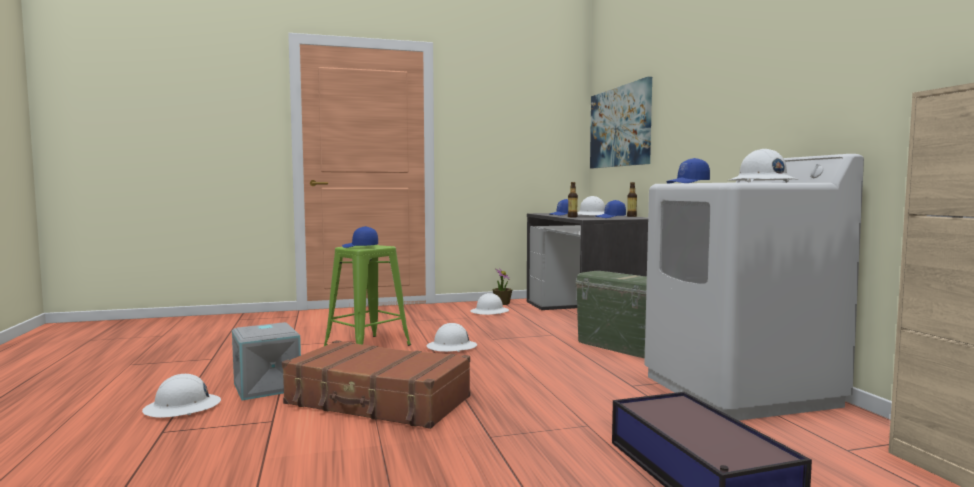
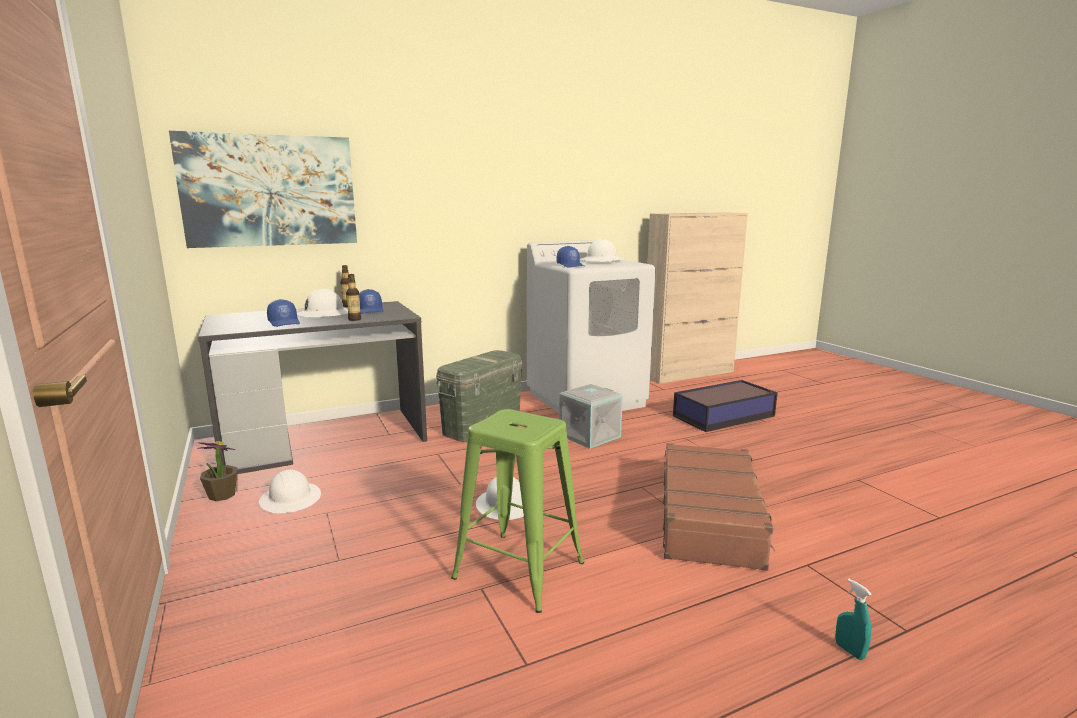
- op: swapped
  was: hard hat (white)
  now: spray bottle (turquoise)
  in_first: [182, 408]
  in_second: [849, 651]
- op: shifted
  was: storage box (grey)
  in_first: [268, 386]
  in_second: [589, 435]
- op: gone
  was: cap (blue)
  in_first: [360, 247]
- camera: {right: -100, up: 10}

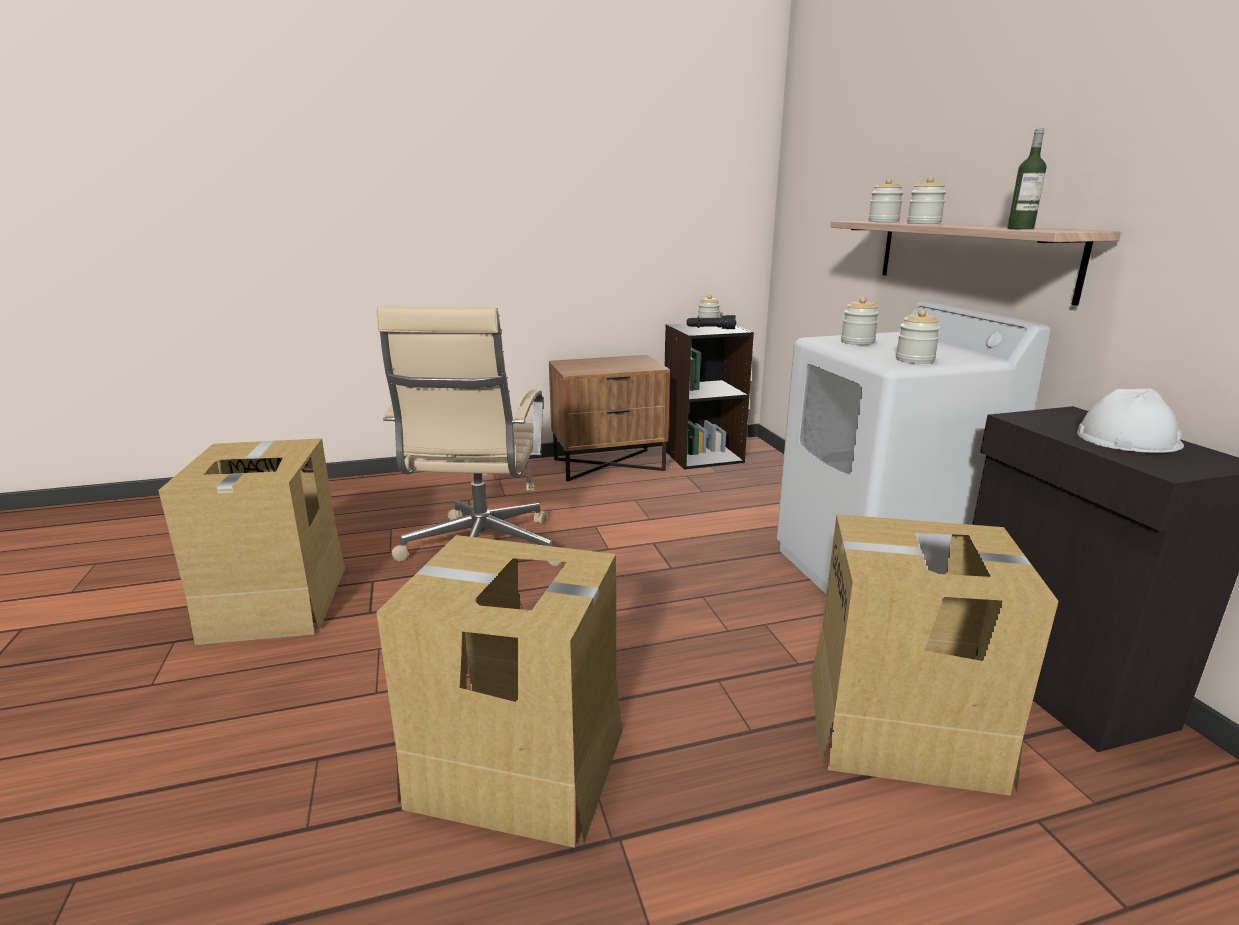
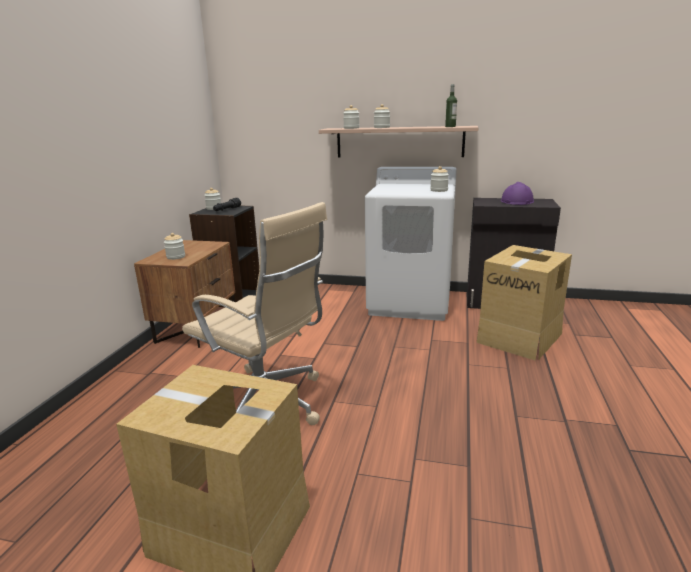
- op: gone
  was: cardboard box
  in_first: [517, 766]
- op: shifted
  was: jar
  in_first: [857, 342]
  in_second: [176, 257]
- op: repainted
  was: hard hat (white)
  now: hard hat (purple)
  in_first: [1127, 439]
  in_second: [516, 201]
- camera: {right: -60, up: 0}

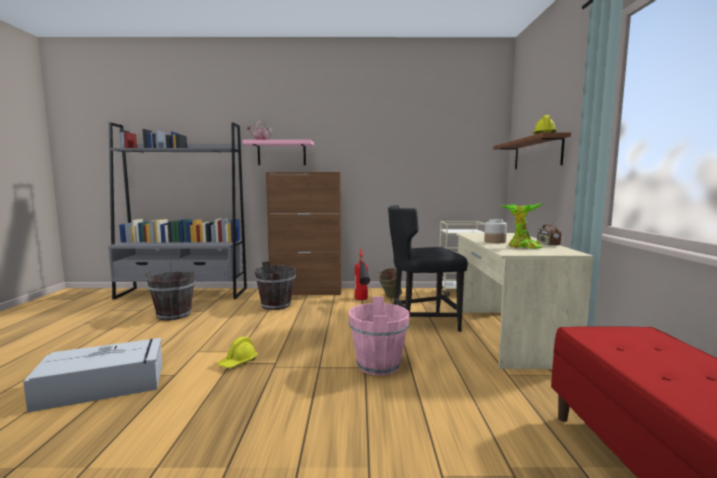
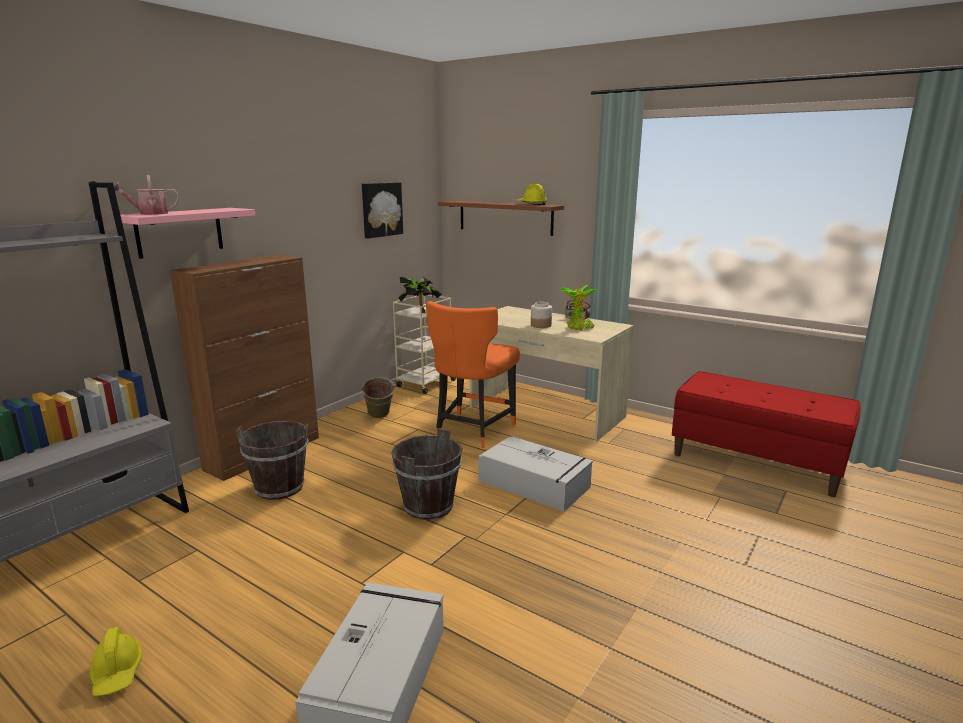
- op: shifted
  was: bucket (brown)
  in_first: [173, 315]
  in_second: [429, 507]
- op: shifted
  was: hard hat (yellow)
  in_first: [238, 362]
  in_second: [117, 672]
- op: swapped
  was: bucket (pink)
  now: storage box (grey)
  in_first: [378, 365]
  in_second: [535, 484]
- op: gone
  was: fire extinguisher
  in_first: [362, 302]
- op: repainted
  was: chair (black)
  now: chair (orange)
  in_first: [422, 322]
  in_second: [472, 431]
- op: new
  now: picture
  in_second: [381, 209]
- op: new
  now: potted plant
  in_second: [419, 311]
- camera: {right: -55, up: 10}

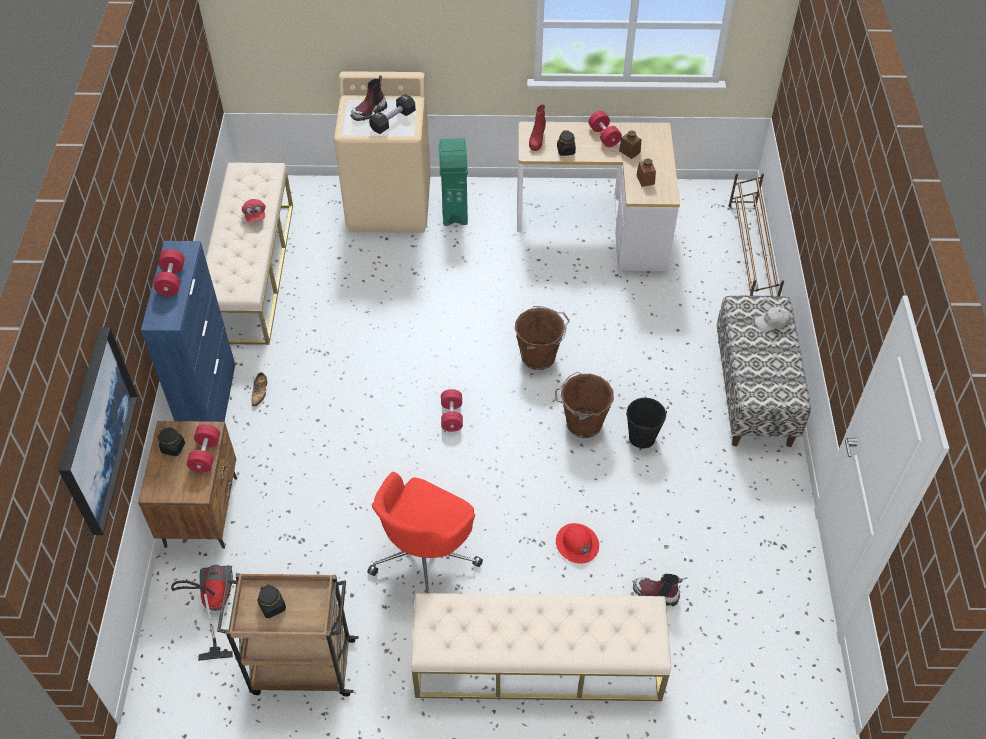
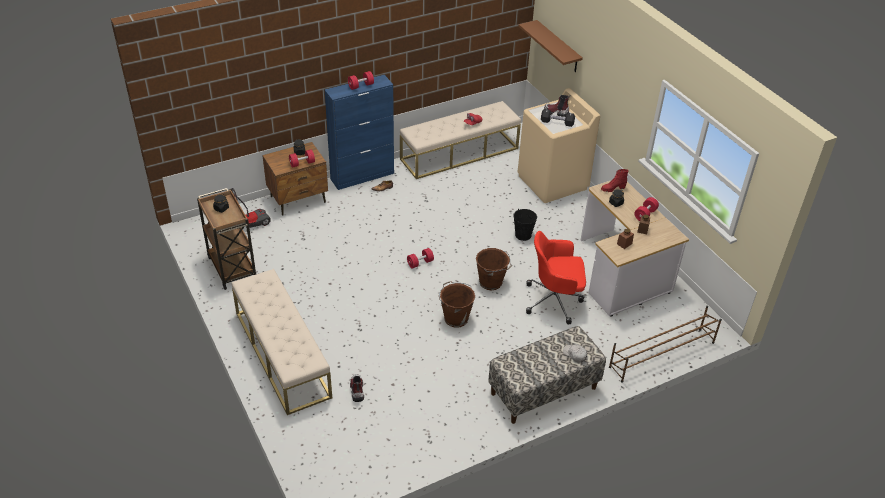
- op: gone
  was: picture
  in_first: [96, 430]
- op: shifted
  was: office chair (red)
  in_first: [425, 556]
  in_second: [554, 300]
- op: gone
  was: trash can (green)
  in_first: [455, 211]
- op: gone
  was: hard hat (red)
  in_first: [577, 544]
- op: shifted
  was: bucket (black)
  in_first: [642, 437]
  in_second: [523, 235]
- op: new
  now: shelf (brown)
  in_second: [558, 47]
- camera: {right: 60, up: -10}

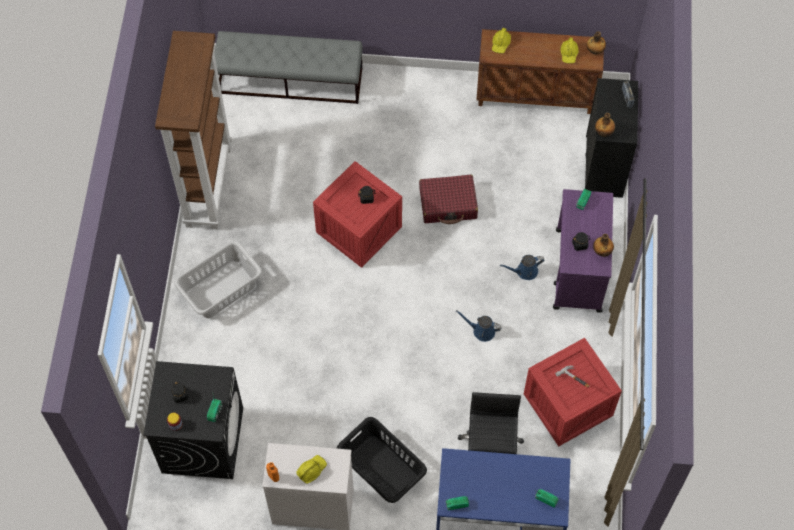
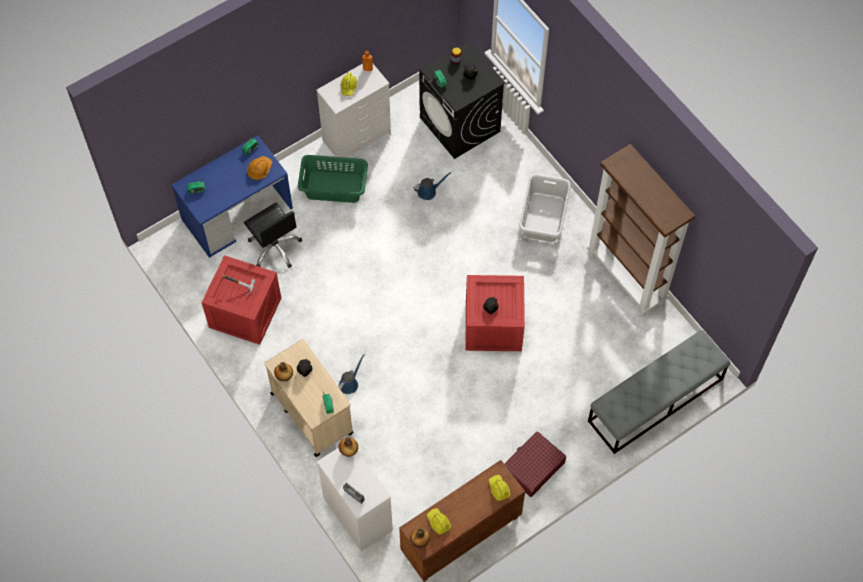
- op: repainted
  was: laundry basket (black)
  now: laundry basket (green)
  in_first: [381, 469]
  in_second: [333, 186]
- op: shifted
  was: suitcase (red)
  in_first: [448, 204]
  in_second: [533, 467]
- op: shifted
  was: watering can (blue)
  in_first: [481, 331]
  in_second: [428, 191]
- op: repainted
  was: cart (purple)
  now: cart (beige)
  in_first: [578, 271]
  in_second: [311, 412]
- op: repainted
  was: dresser (black)
  now: dresser (white)
  in_first: [604, 167]
  in_second: [357, 513]
- op: new
  now: hard hat (orange)
  in_second: [259, 168]
- camera: {right: 140, up: 0}

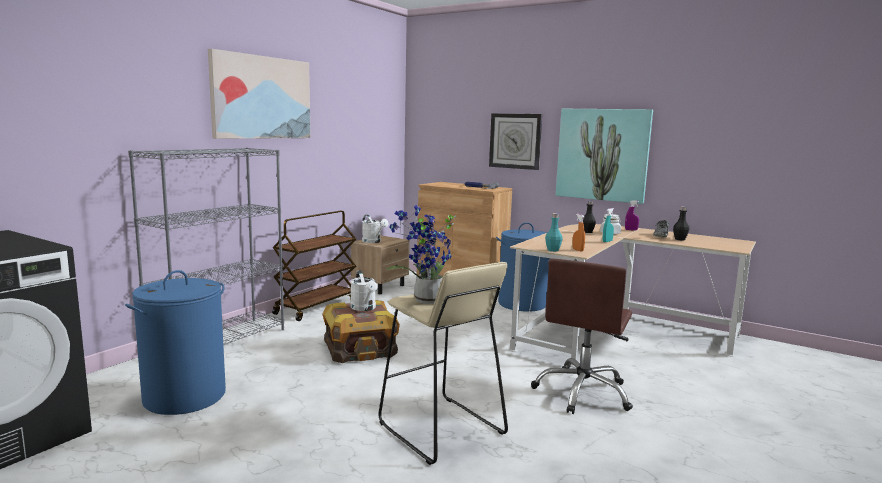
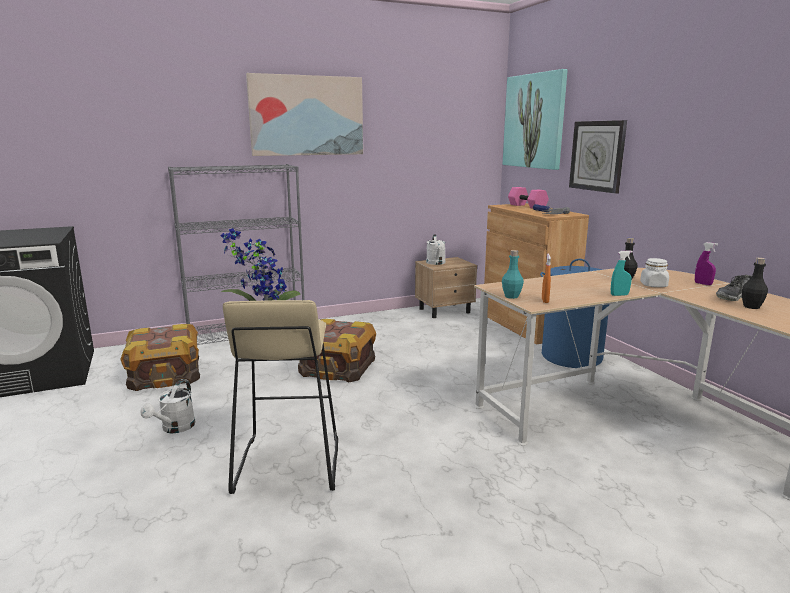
- op: swapped
  was: laundry basket (blue)
  now: crate
  in_first: [185, 396]
  in_second: [165, 374]
- op: gone
  was: cart (brown)
  in_first: [316, 306]
- op: shifted
  was: watering can (white)
  in_first: [364, 308]
  in_second: [175, 428]
- op: gone
  was: office chair (brown)
  in_first: [583, 392]
- op: shifted
  was: picture
  in_first: [602, 154]
  in_second: [534, 121]
- op: new
  now: dumbbell (pink)
  in_second: [528, 206]
- camera: {right: 35, up: 5}

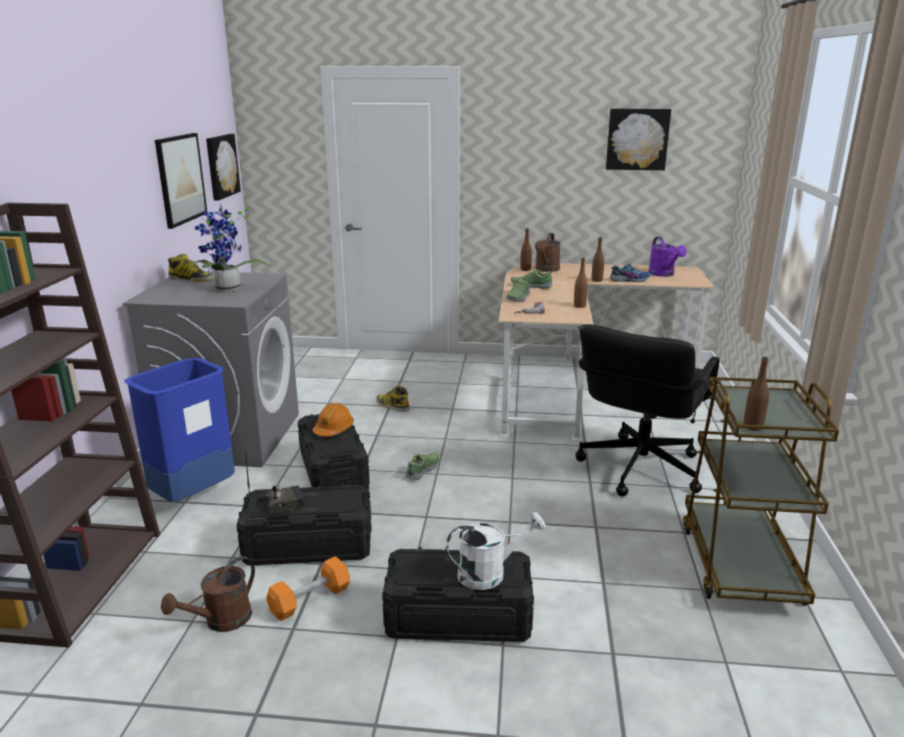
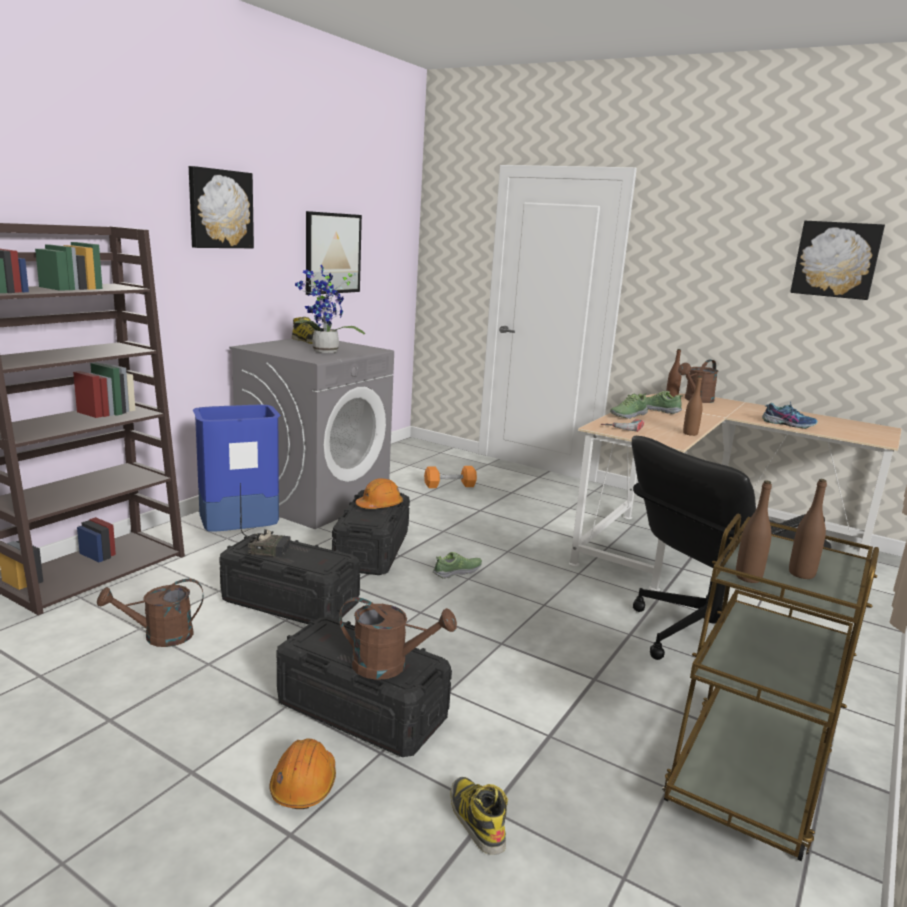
- op: shifted
  was: picture
  in_first: [221, 166]
  in_second: [220, 209]
- op: shifted
  was: dumbbell (orange)
  in_first: [310, 599]
  in_second: [449, 485]
- op: shifted
  was: boot
  in_first: [392, 406]
  in_second: [475, 819]
- op: repainted
  was: watering can (white)
  now: watering can (brown)
  in_first: [490, 573]
  in_second: [389, 666]
- op: shifted
  was: bottle (brown)
  in_first: [597, 280]
  in_second: [801, 574]
- op: gone
  was: watering can (purple)
  in_first: [664, 274]
- op: new
  now: hard hat (orange)
  in_second: [304, 785]
- camera: {right: 25, up: -5}

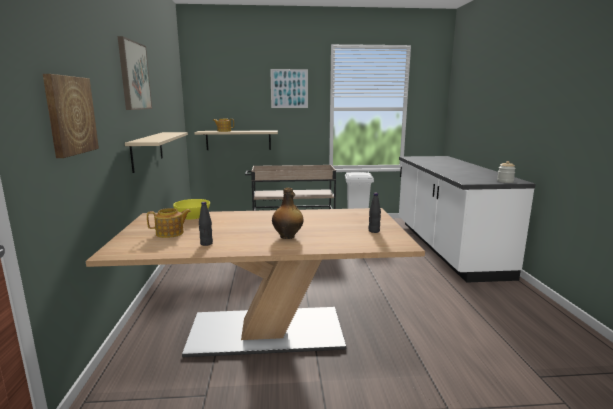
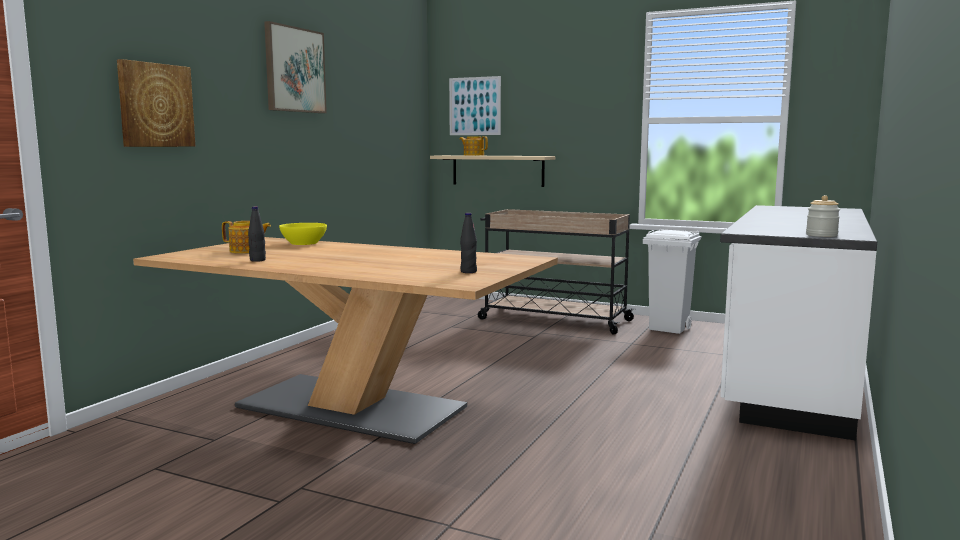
- op: gone
  was: shelf (beige)
  in_first: [147, 150]
- op: shifted
  was: picture
  in_first: [289, 88]
  in_second: [474, 106]
- op: gone
  was: bottle
  in_first: [288, 236]
- camera: {right: 30, up: -5}

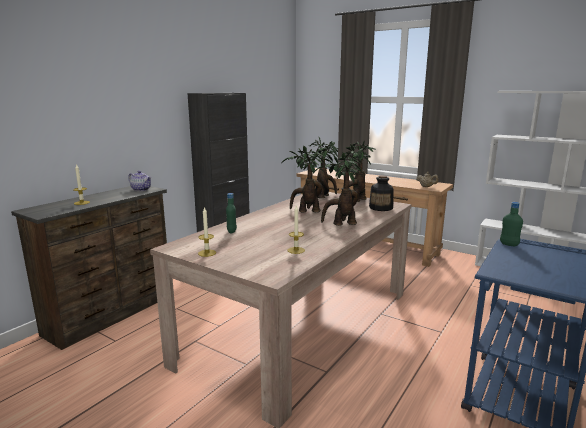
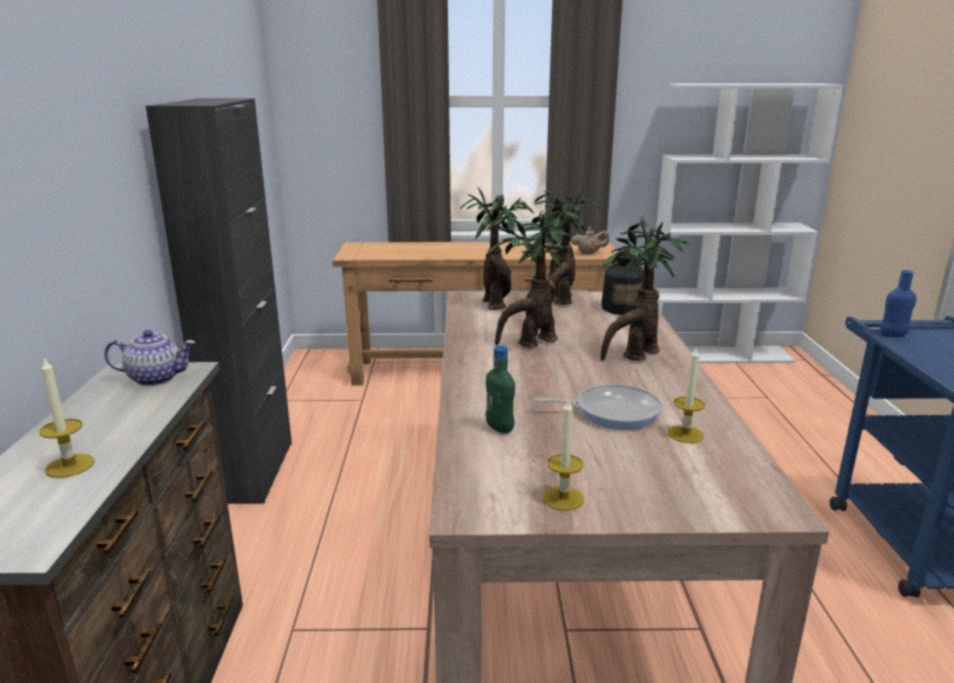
- op: repainted
  was: bottle (green)
  now: bottle (blue)
  in_first: [509, 244]
  in_second: [893, 335]
- op: new
  now: frying pan
  in_second: [612, 412]
- camera: {right: -35, up: 5}

